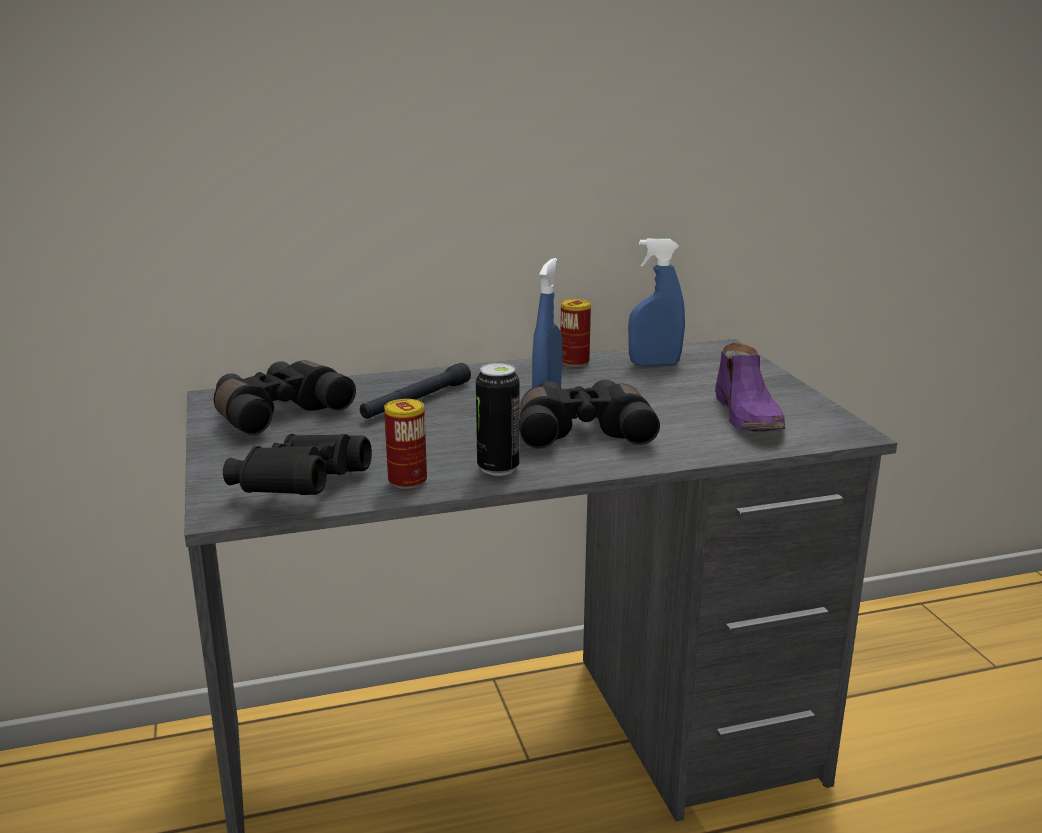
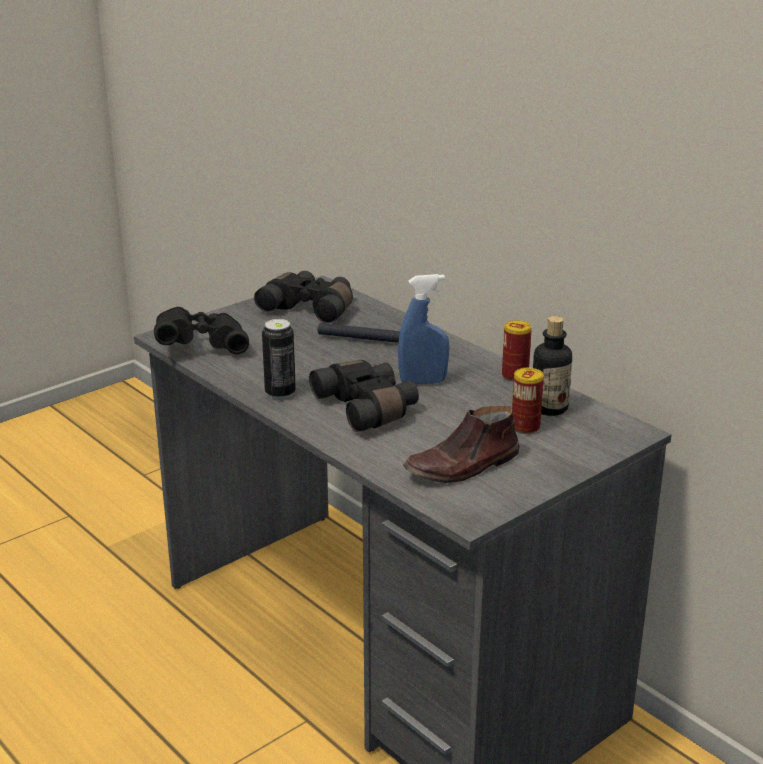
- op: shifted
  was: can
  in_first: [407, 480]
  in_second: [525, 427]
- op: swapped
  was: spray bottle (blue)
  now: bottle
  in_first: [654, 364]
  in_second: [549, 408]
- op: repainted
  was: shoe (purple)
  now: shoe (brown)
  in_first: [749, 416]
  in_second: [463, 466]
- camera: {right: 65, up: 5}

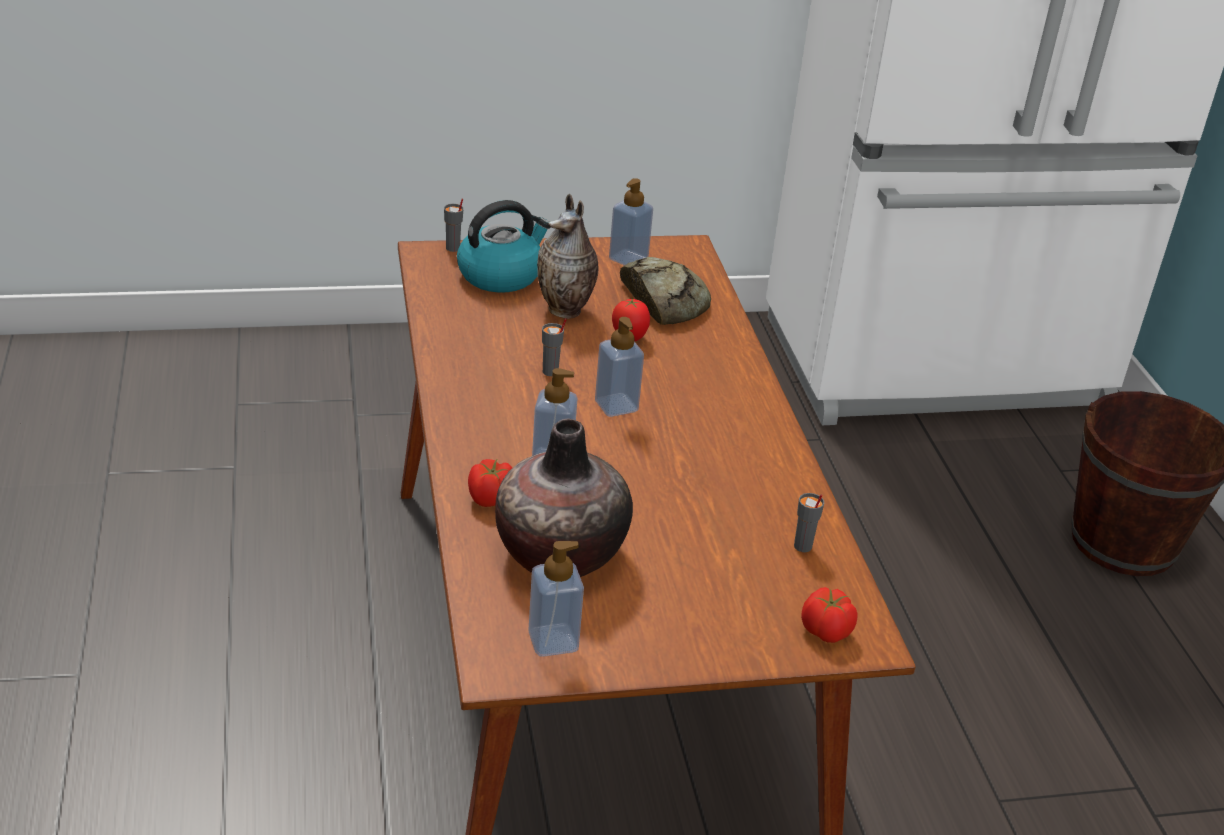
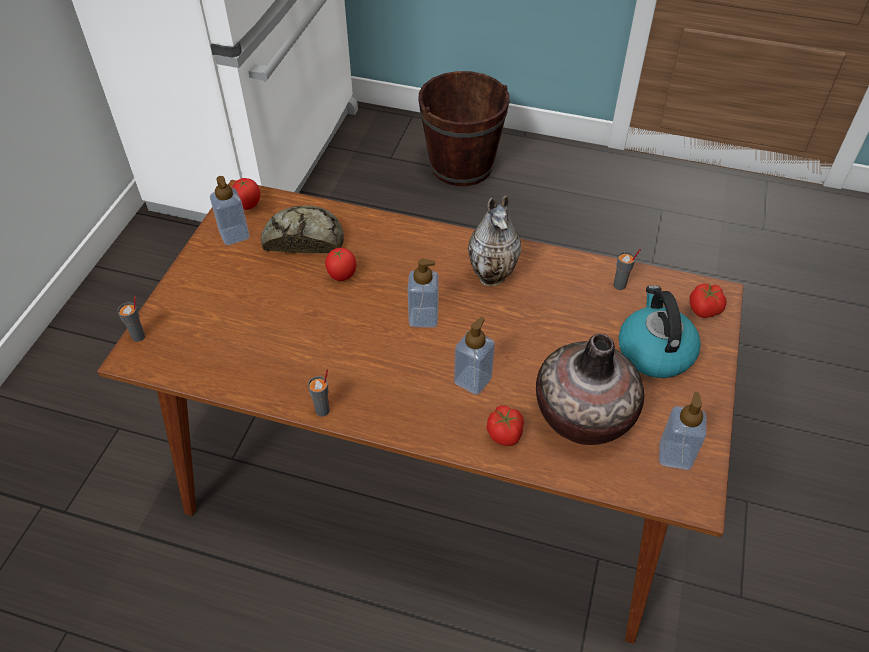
- op: shifted
  was: kettle
  in_first: [501, 275]
  in_second: [654, 351]
- op: shifted
  was: vase
  in_first: [566, 311]
  in_second: [493, 276]
- op: shifted
  was: cup (grey)
  in_first: [550, 372]
  in_second: [323, 410]
- op: new
  now: tomato
  in_second: [248, 206]
- camera: {right: -60, up: 15}

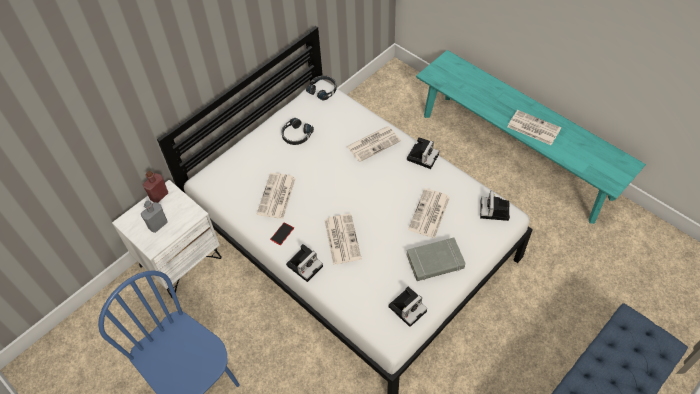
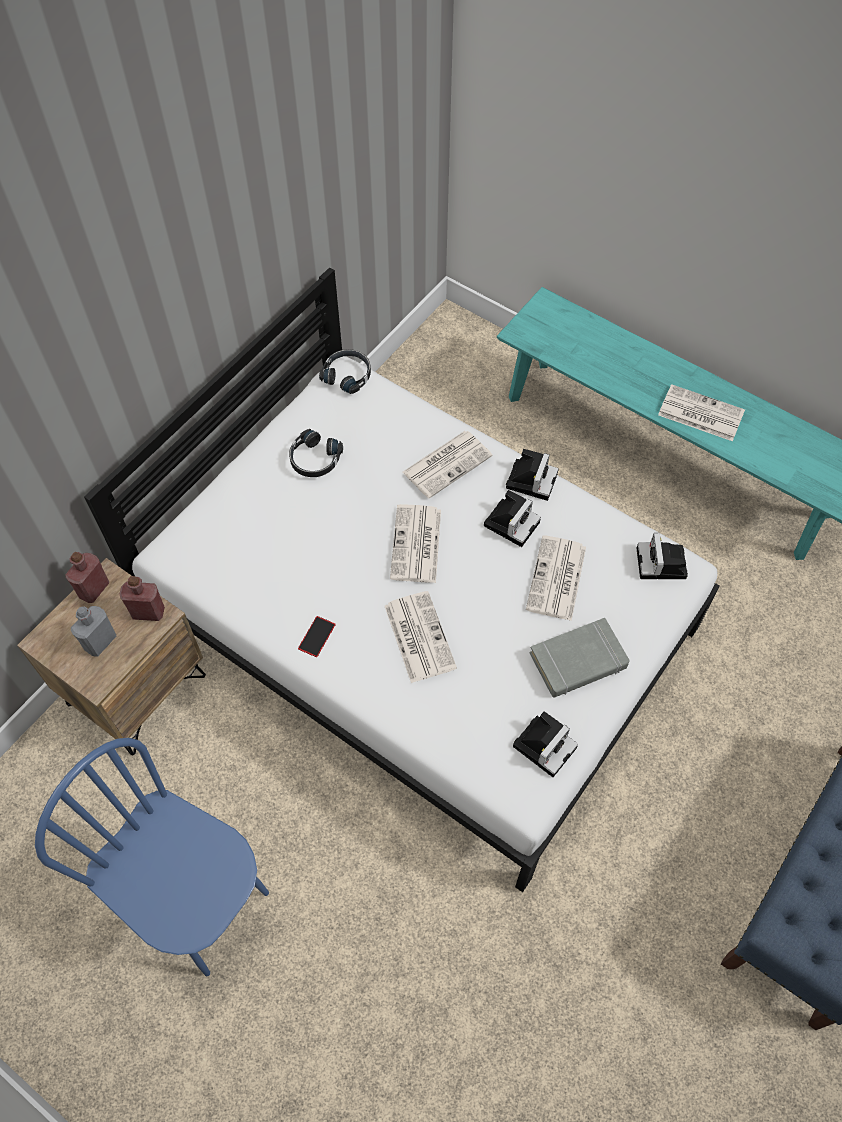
- op: repainted
  was: nightstand (white)
  now: nightstand (brown)
  in_first: [180, 261]
  in_second: [136, 689]
- op: shifted
  was: newspaper
  in_first: [276, 197]
  in_second: [416, 545]
- op: shifted
  was: photo camera
  in_first: [305, 264]
  in_second: [512, 522]
- op: new
  now: bottle (red)
  in_second: [148, 612]
- camera: {right: -10, up: 5}

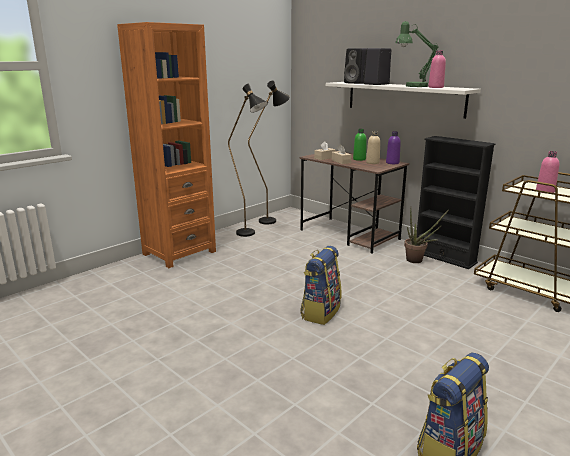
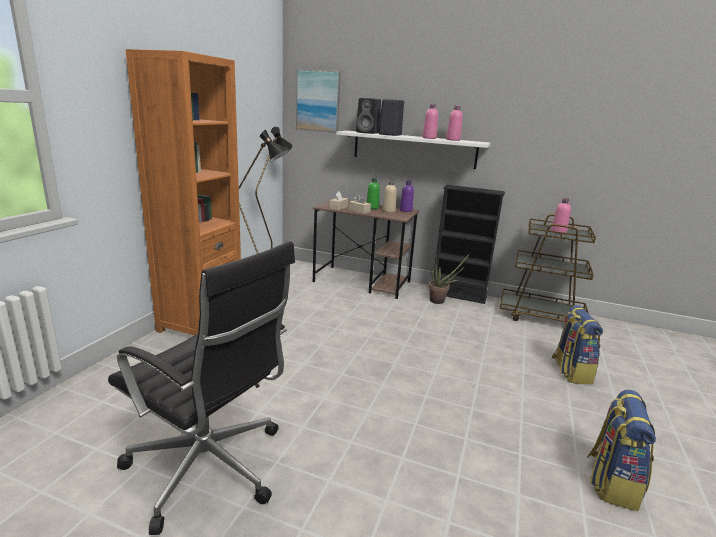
- op: shifted
  was: backpack
  in_first: [320, 312]
  in_second: [570, 371]
- op: swapped
  was: table lamp (green)
  now: bottle (pink)
  in_first: [411, 86]
  in_second: [429, 138]
- op: new
  now: office chair (black)
  in_second: [209, 468]
- op: new
  now: picture
  in_second: [318, 101]
- camera: {right: -25, up: 0}

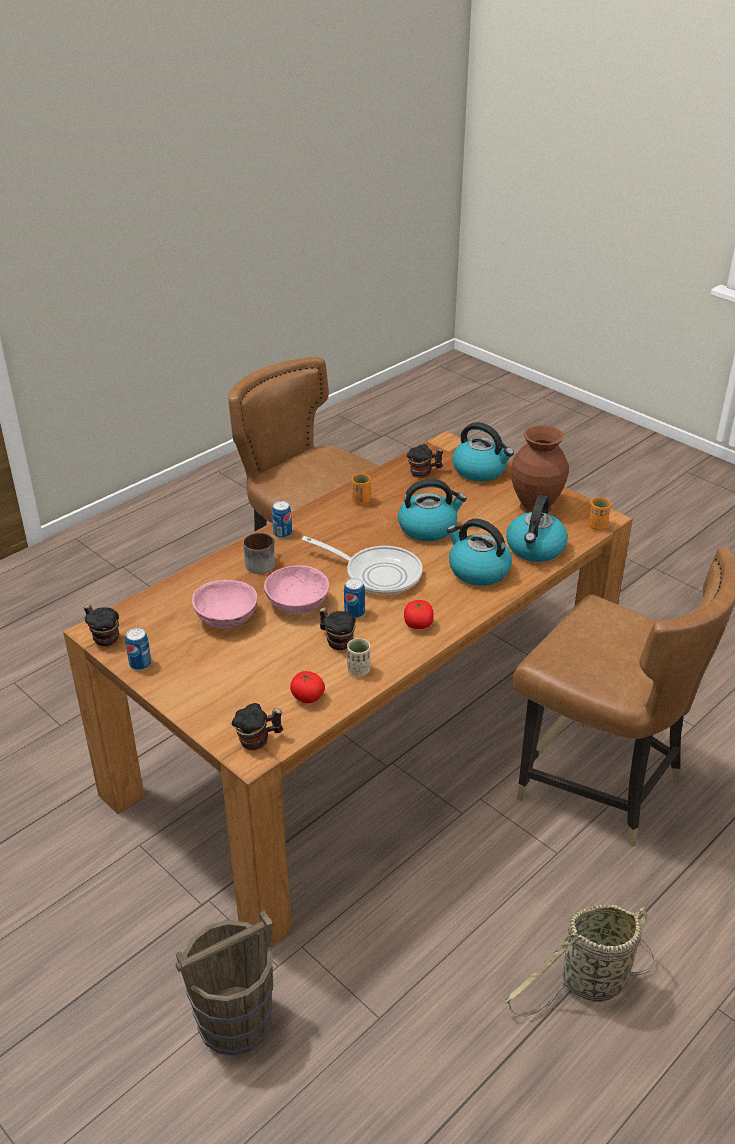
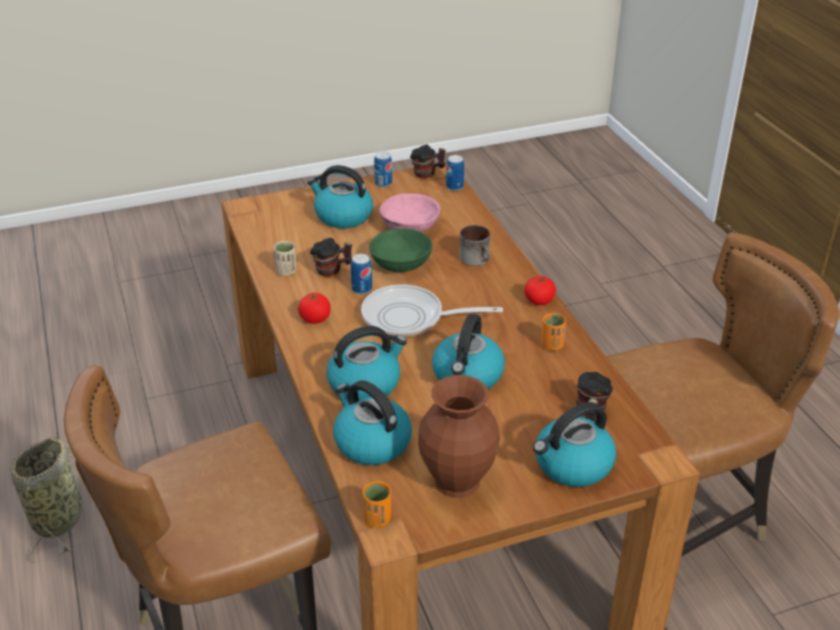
- op: gone
  was: bucket (brown)
  in_first: [234, 1020]
- op: gone
  was: mug
  in_first: [258, 740]
- op: repainted
  was: bowl (pink)
  now: bowl (green)
  in_first: [297, 602]
  in_second: [402, 264]
- op: shifted
  was: can
  in_first: [282, 533]
  in_second: [454, 187]
- op: shifted
  was: tomato
  in_first: [307, 697]
  in_second: [539, 301]
- op: rotated
  was: frying pan
  in_first: [377, 574]
  in_second: [410, 318]
  clockwise: 45
- op: new
  now: kettle
  in_second: [342, 216]
- camera: {right: 115, up: 0}

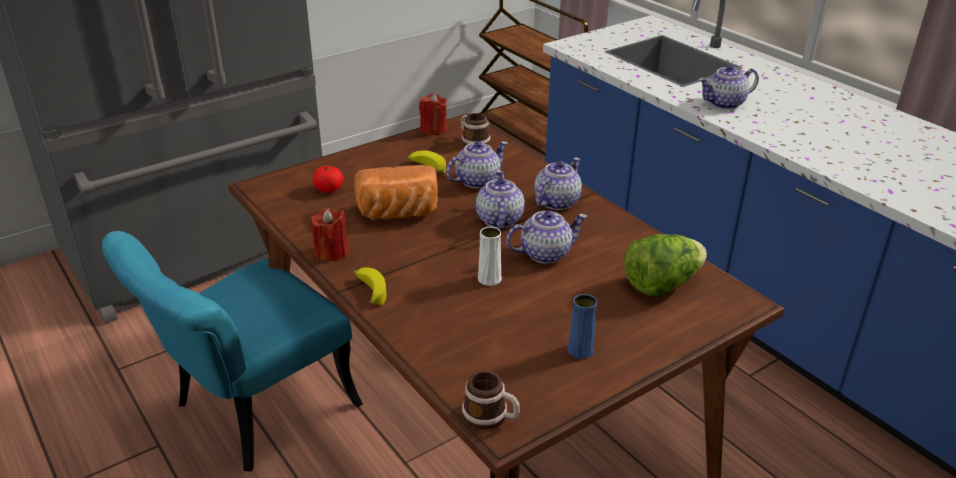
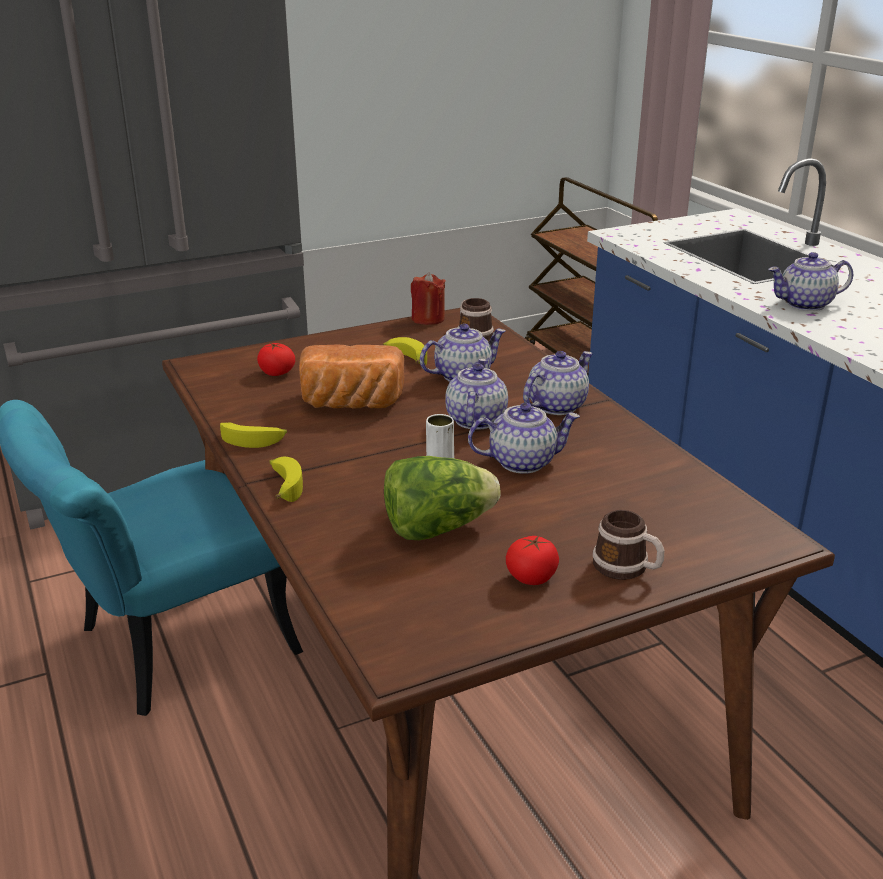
- op: swapped
  was: candle (red)
  now: banana
  in_first: [331, 252]
  in_second: [253, 439]
- op: shifted
  was: mug
  in_first: [491, 417]
  in_second: [627, 568]
- op: swapped
  was: vase (blue)
  now: tomato
  in_first: [580, 350]
  in_second: [531, 577]
- op: shifted
  was: lettuce
  in_first: [661, 284]
  in_second: [437, 528]
- camera: {right: 10, up: -5}

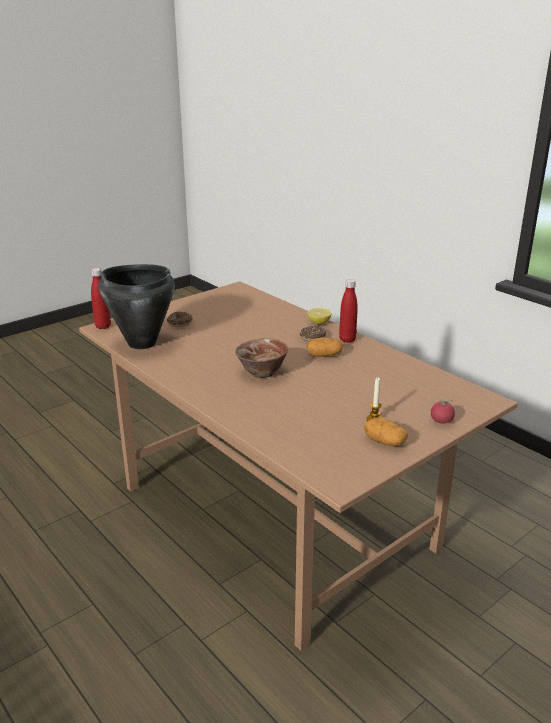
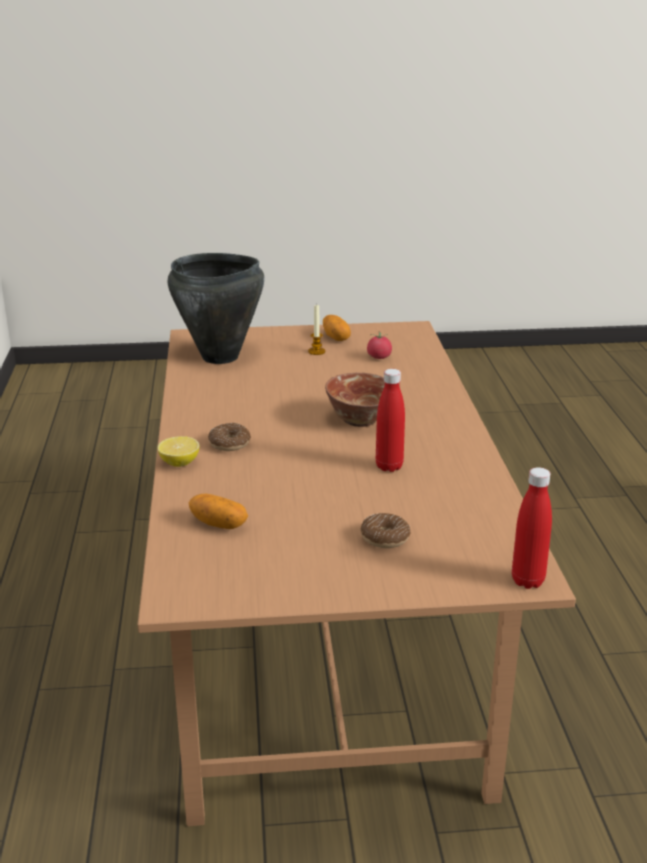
- op: shifted
  was: cooking pot (black)
  in_first: [141, 343]
  in_second: [220, 357]
- op: shifted
  was: potato
  in_first: [324, 355]
  in_second: [219, 524]
- op: shifted
  was: bottle (red)
  in_first: [347, 340]
  in_second: [389, 466]
- op: shifted
  was: tomato
  in_first: [441, 421]
  in_second: [379, 357]
- camera: {right: -145, up: 0}

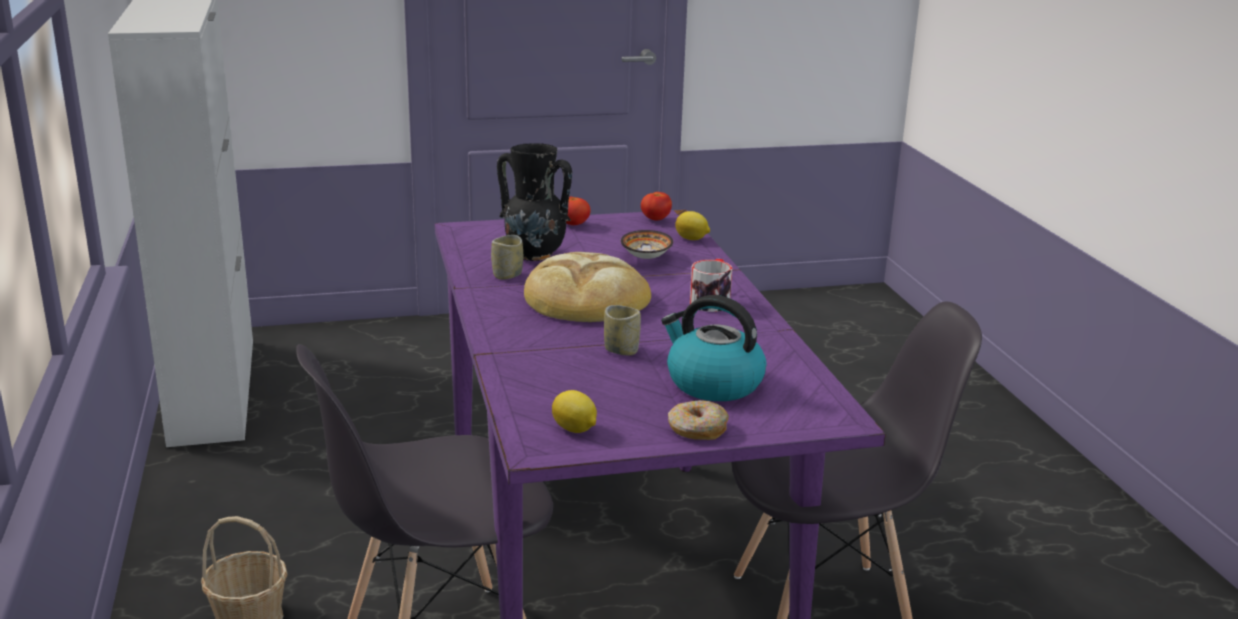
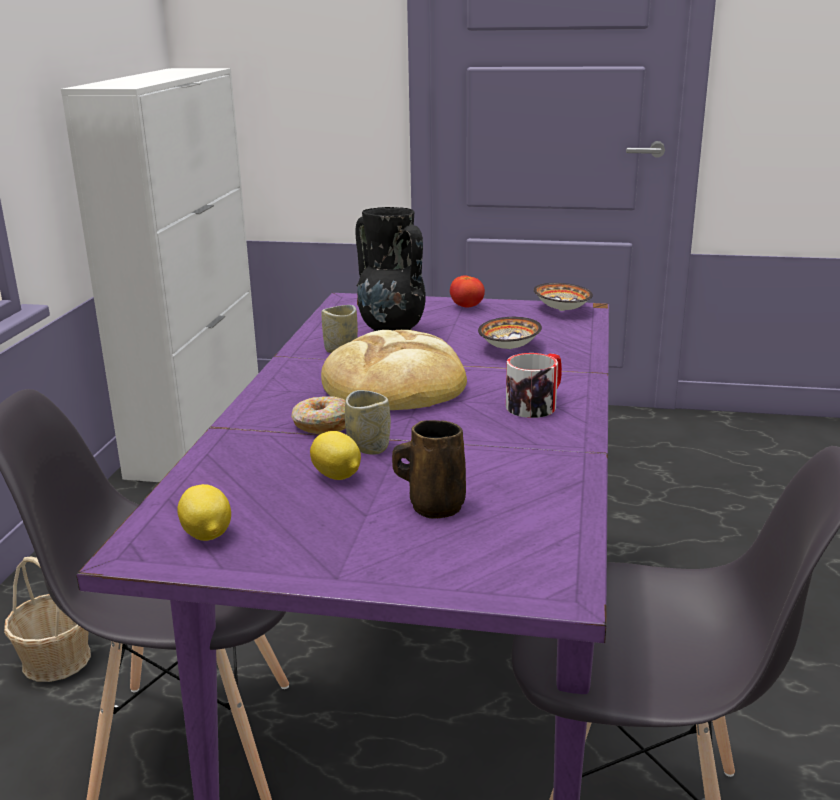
- op: swapped
  was: tomato
  now: bowl
  in_first: [655, 219]
  in_second: [561, 310]
- op: swapped
  was: kettle
  now: mug (brown)
  in_first: [712, 383]
  in_second: [433, 506]
- op: shifted
  was: donut
  in_first: [697, 429]
  in_second: [321, 425]
- op: shifted
  was: lemon
  in_first: [692, 239]
  in_second: [337, 476]
- camera: {right: 25, up: 0}

